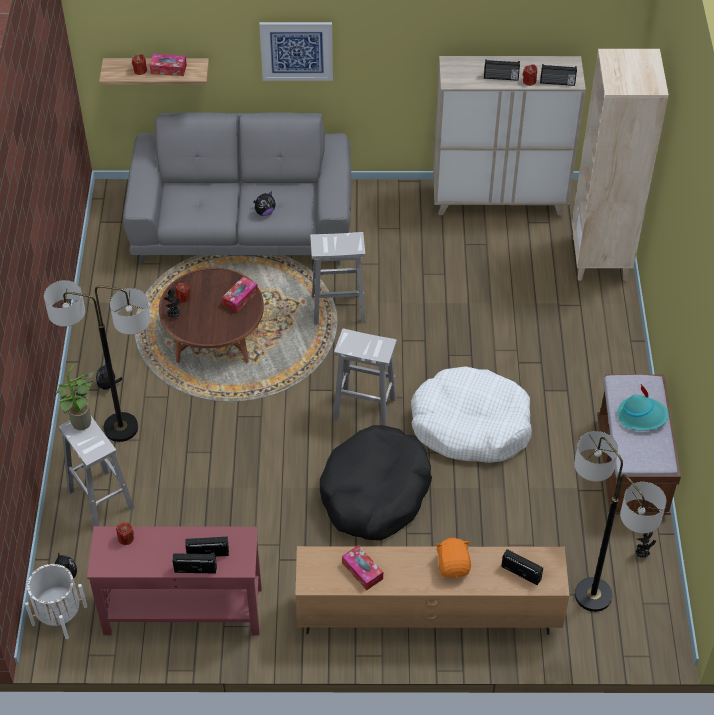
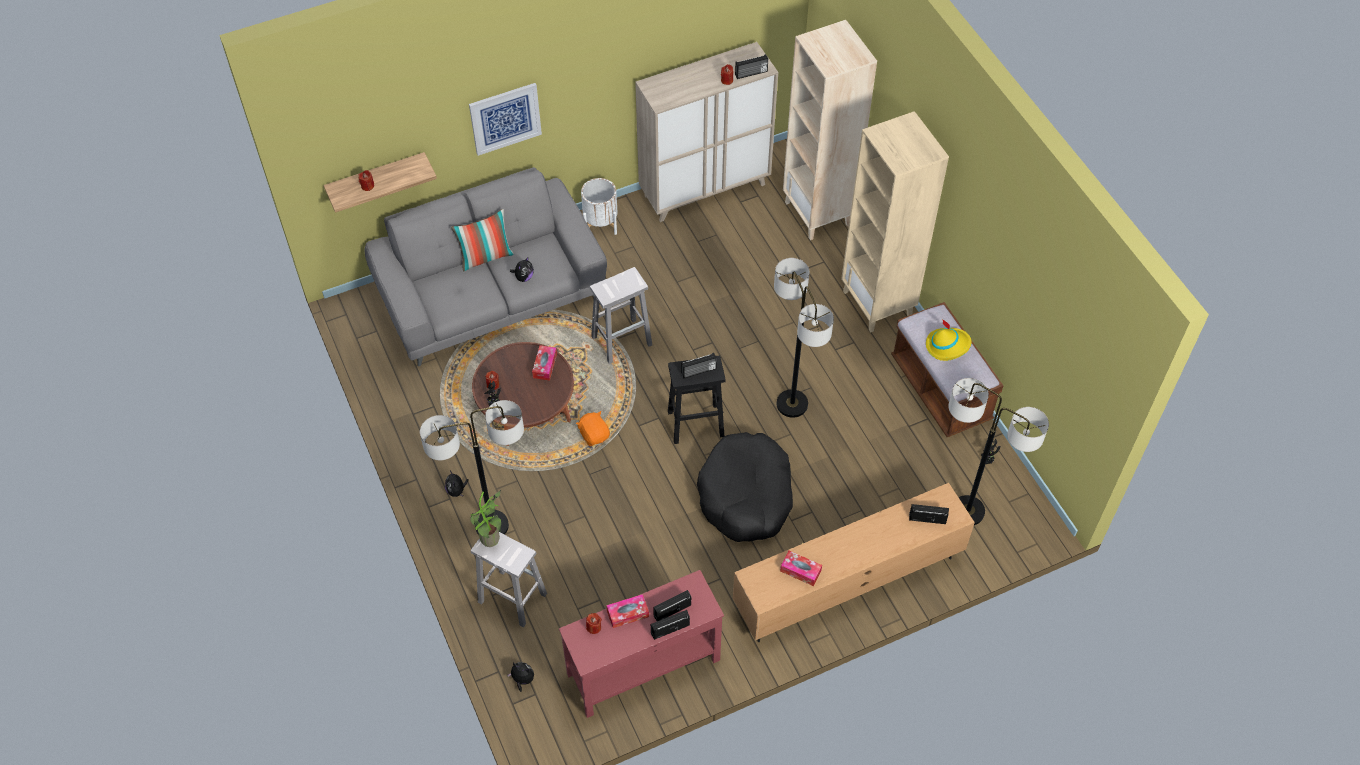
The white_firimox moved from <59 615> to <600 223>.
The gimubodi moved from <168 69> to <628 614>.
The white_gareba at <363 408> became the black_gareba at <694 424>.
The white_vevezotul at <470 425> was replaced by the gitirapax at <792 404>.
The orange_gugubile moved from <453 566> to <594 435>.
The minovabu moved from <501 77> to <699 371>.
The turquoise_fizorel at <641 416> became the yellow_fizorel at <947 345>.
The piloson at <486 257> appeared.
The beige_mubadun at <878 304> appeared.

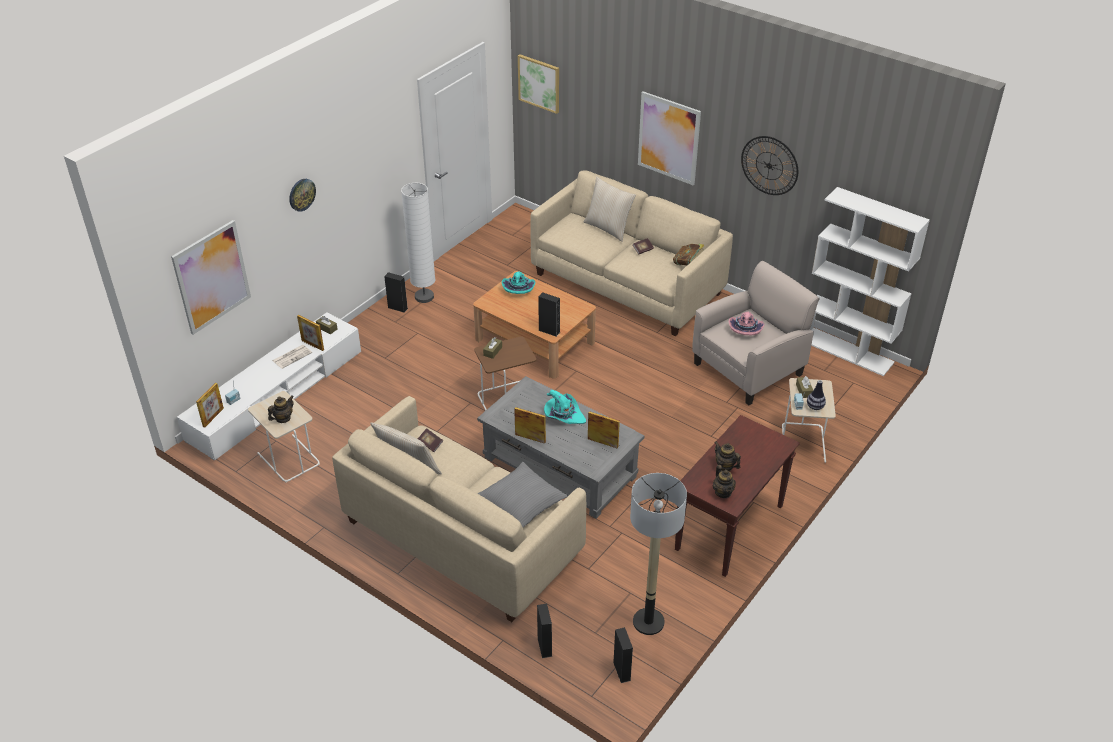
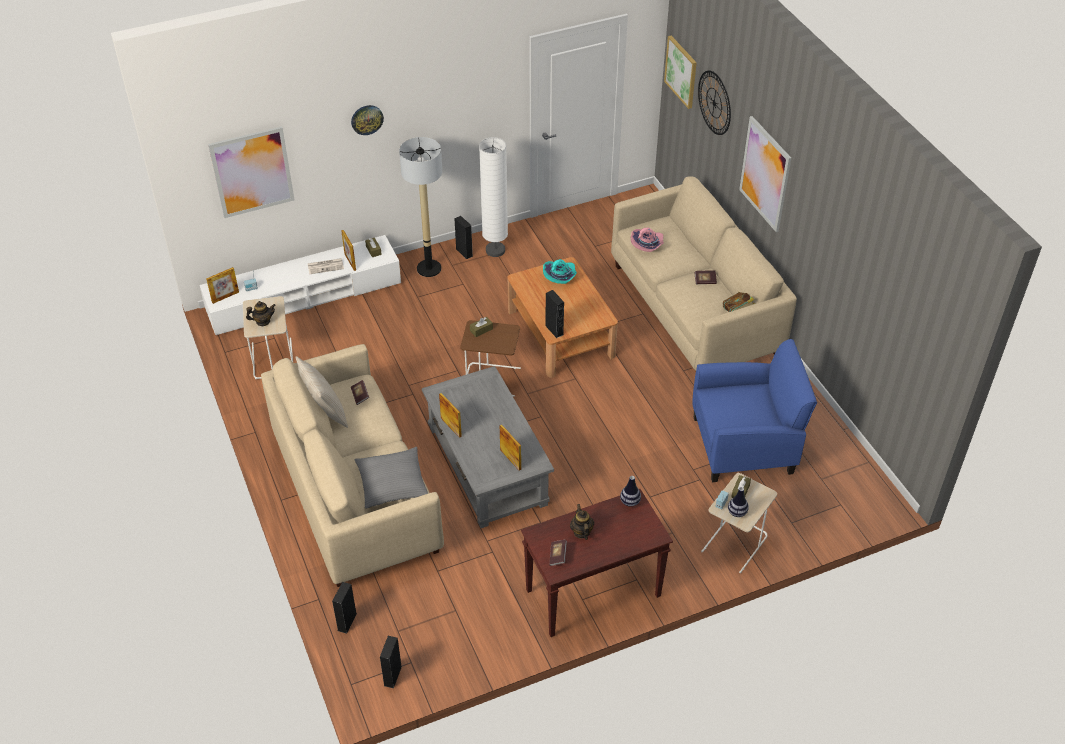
The turquoise_fizorel at <563 415> disappeared.
The beige_piloson at <608 228> disappeared.
The gitirapax moved from <648 621> to <429 268>.
The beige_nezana at <749 368> became the blue_nezana at <744 445>.
The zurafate at <723 492> was replaced by the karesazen at <557 556>.
The pink_fizorel moved from <745 329> to <647 244>.
The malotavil moved from <769 165> to <714 102>.
The white_mubadun at <847 351> disappeared.
The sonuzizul at <630 501> appeared.

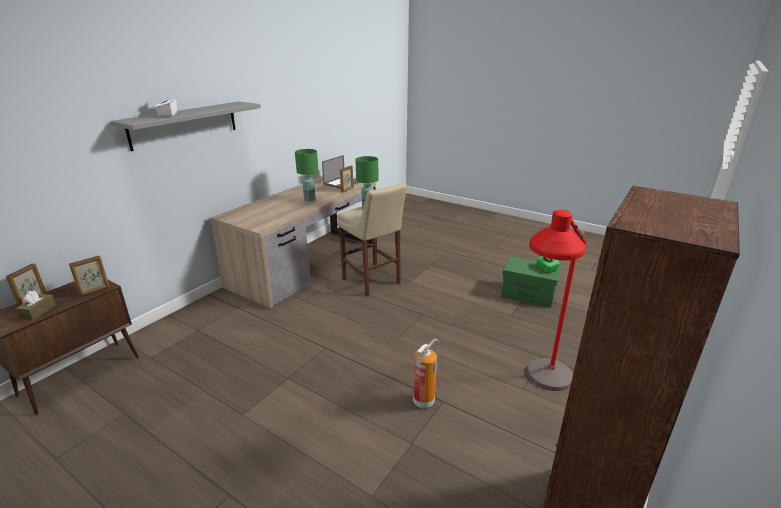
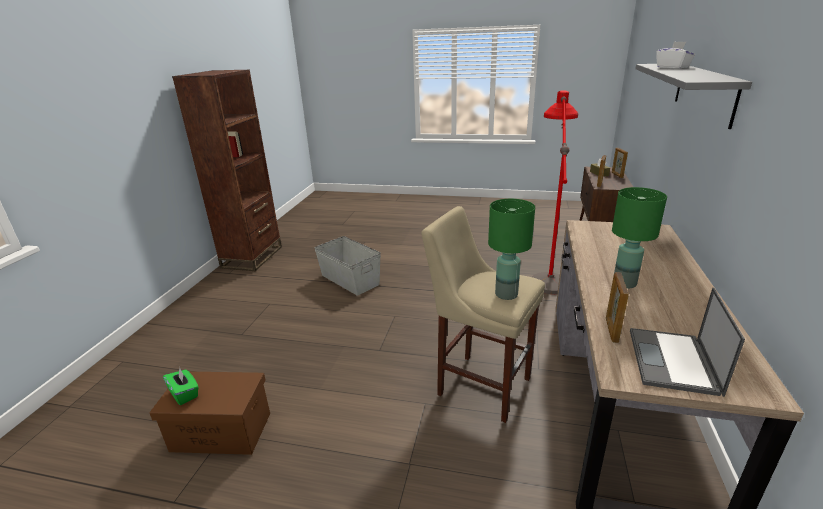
The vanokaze at <424 401> was replaced by the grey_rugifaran at <350 279>.
The green_rugifaran at <528 294> became the brown_rugifaran at <220 432>.
The red_gitirapax moved from <540 394> to <548 271>.

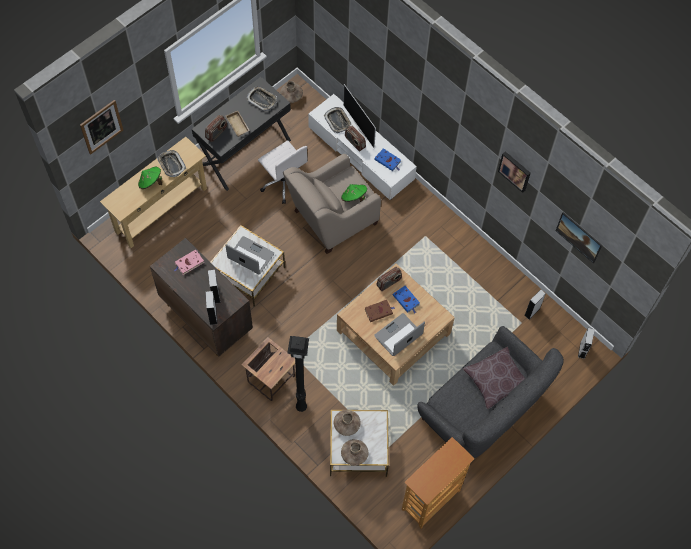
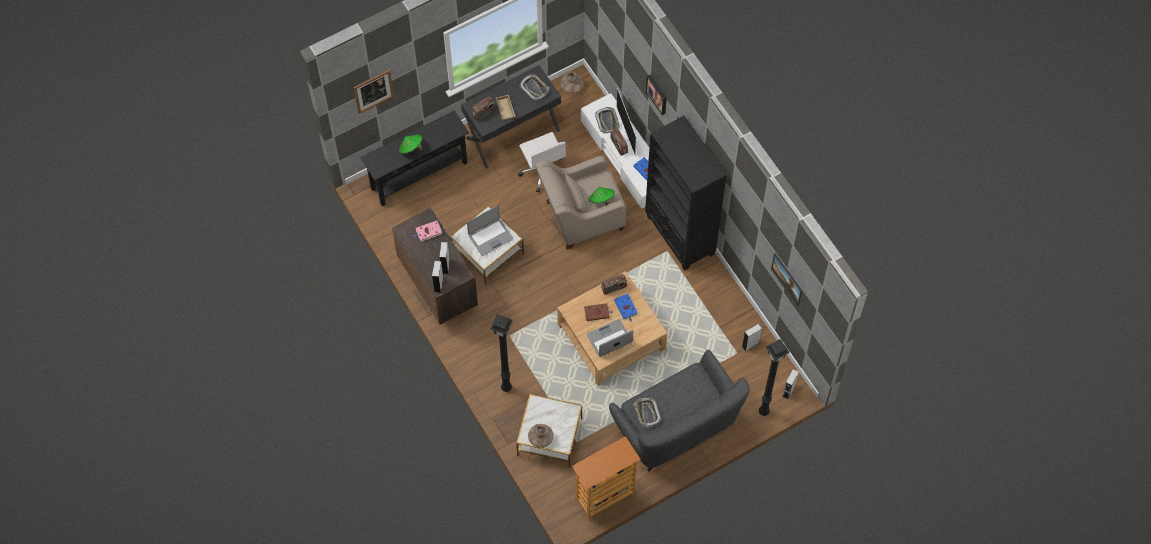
The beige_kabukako at <161 210> became the black_kabukako at <419 175>.
The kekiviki moved from <171 164> to <647 412>.
The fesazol at <250 256> turned 105 degrees clockwise.
The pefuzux at <271 379> disappeared.
The brown_sonuzizul at <347 425> disappeared.
The brown_piloson at <496 380> disappeared.
The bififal moved from <515 170> to <657 94>.
The black_mubadun at <680 236> appeared.
The black_gitirapax at <763 412> appeared.

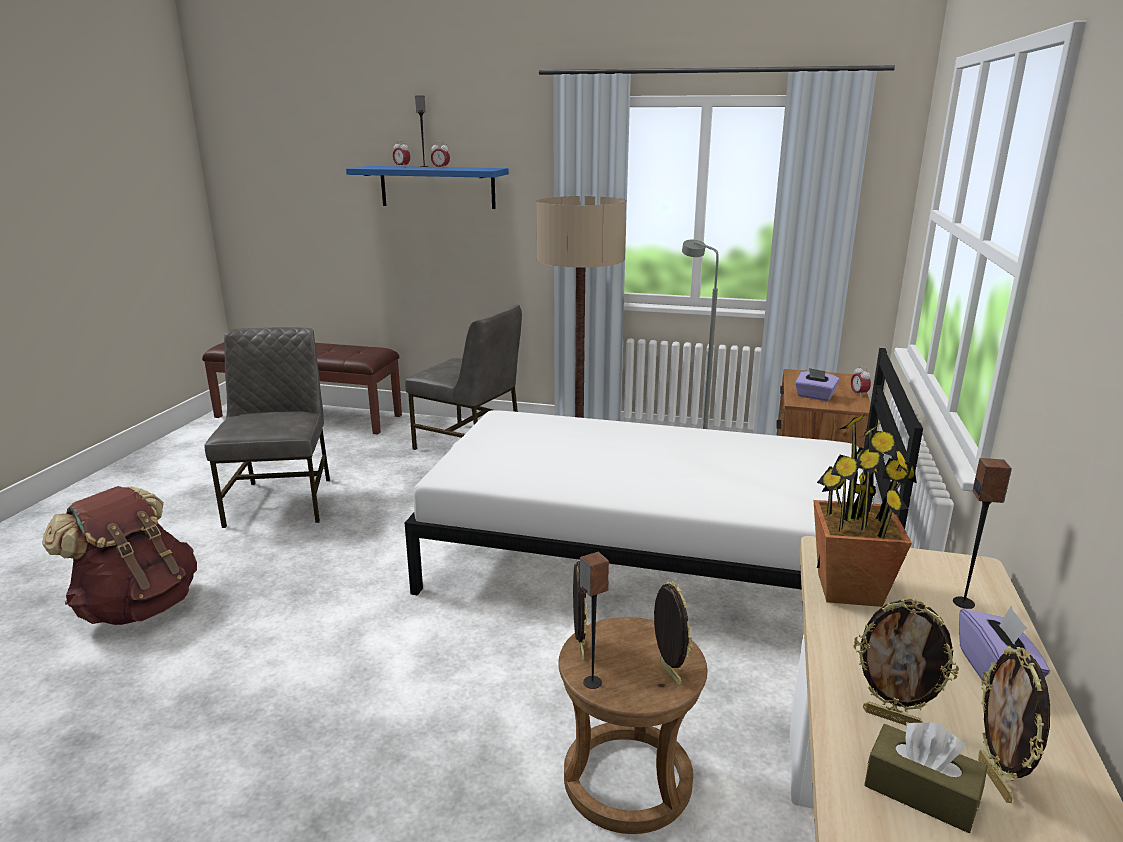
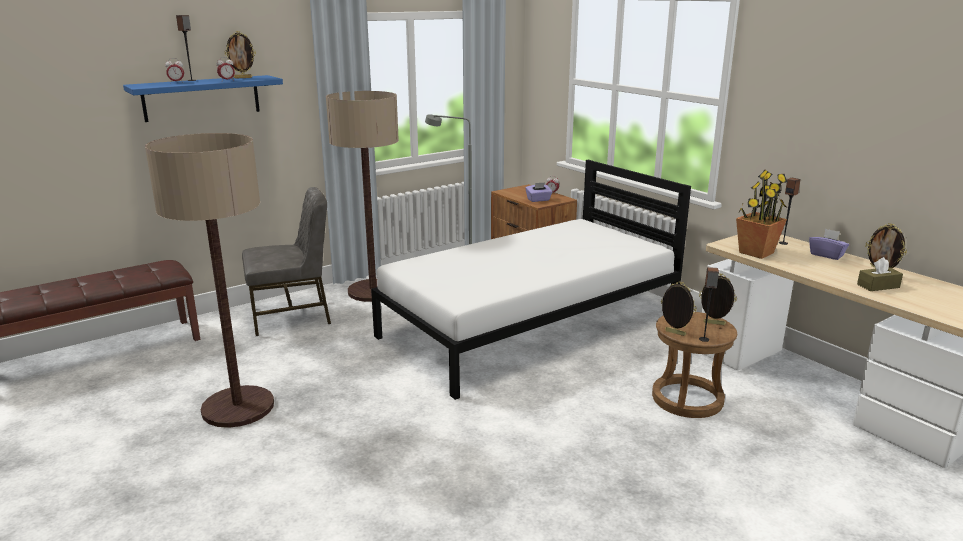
The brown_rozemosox at <138 606> disappeared.
The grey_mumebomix at <282 501> was replaced by the gitirapax at <238 407>.
The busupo moved from <892 718> to <243 78>.

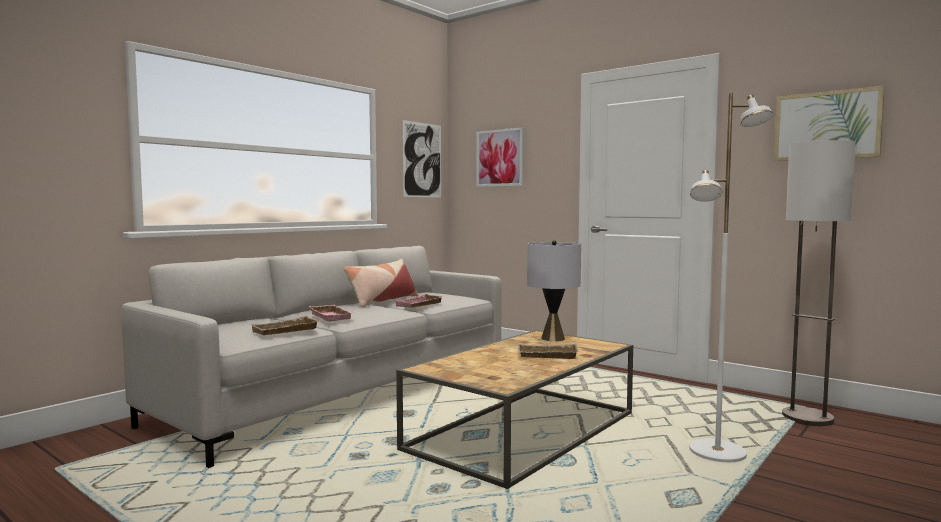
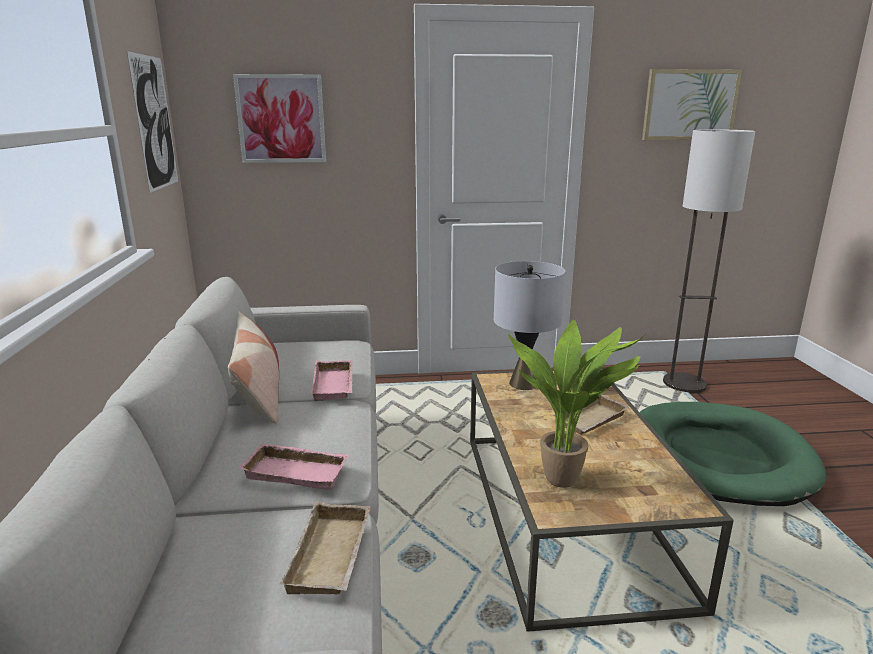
The white_gitirapax at <718 453> was replaced by the green_vevezotul at <719 457>.
The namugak at <565 478> appeared.

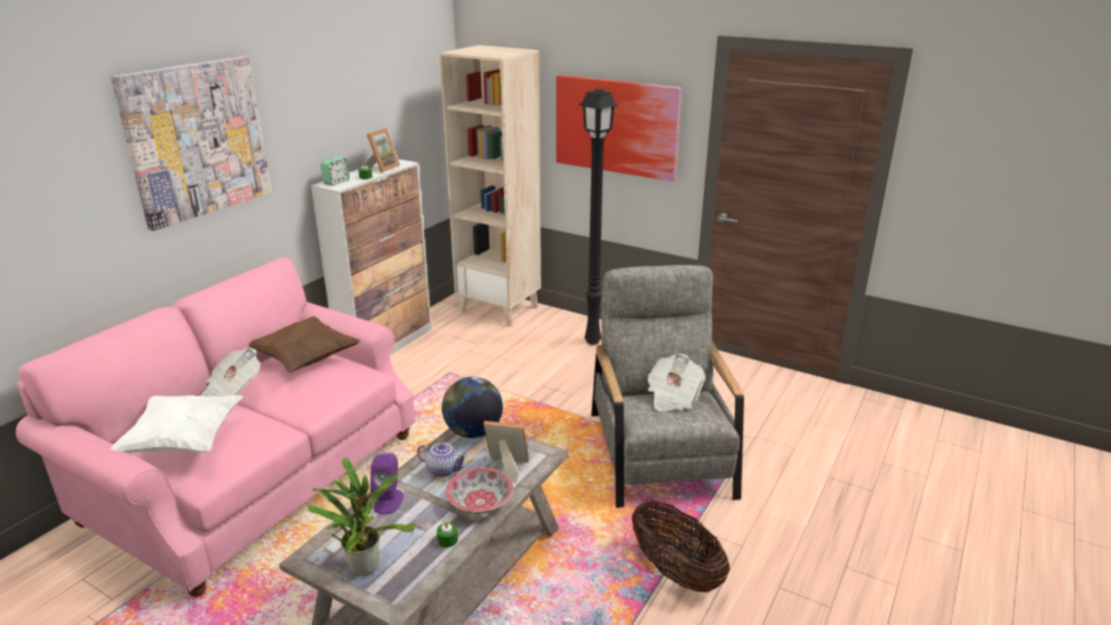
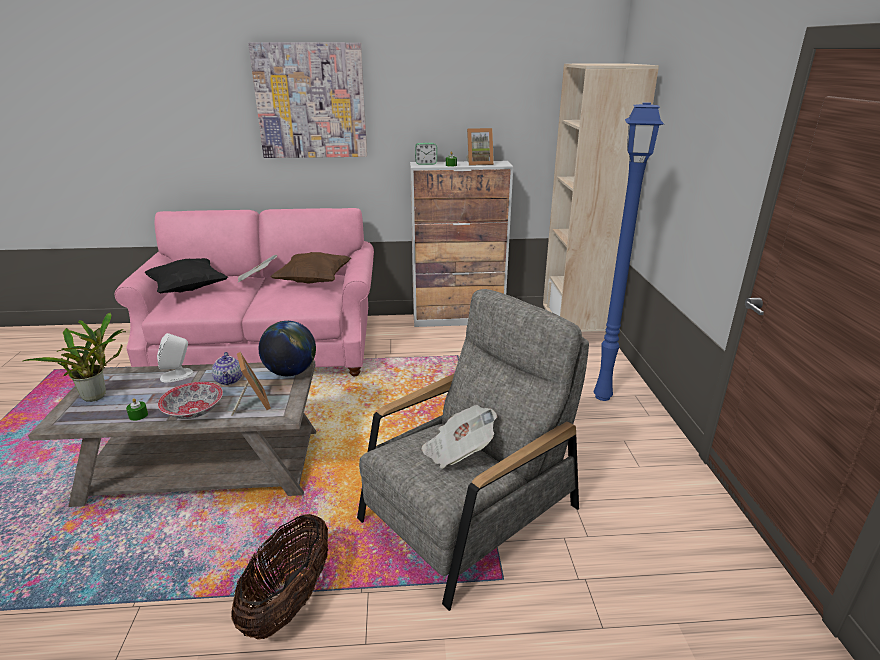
The white_piloson at <183 441> became the black_piloson at <188 289>.
The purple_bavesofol at <388 501> became the white_bavesofol at <177 375>.
The bififal at <616 126> disappeared.
The black_gitirapax at <592 340> became the blue_gitirapax at <603 396>.

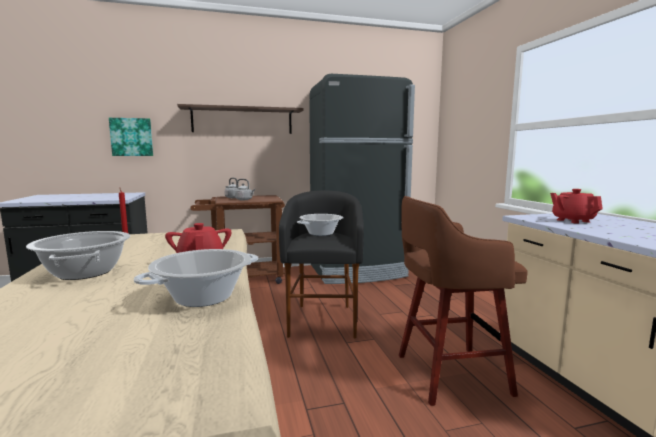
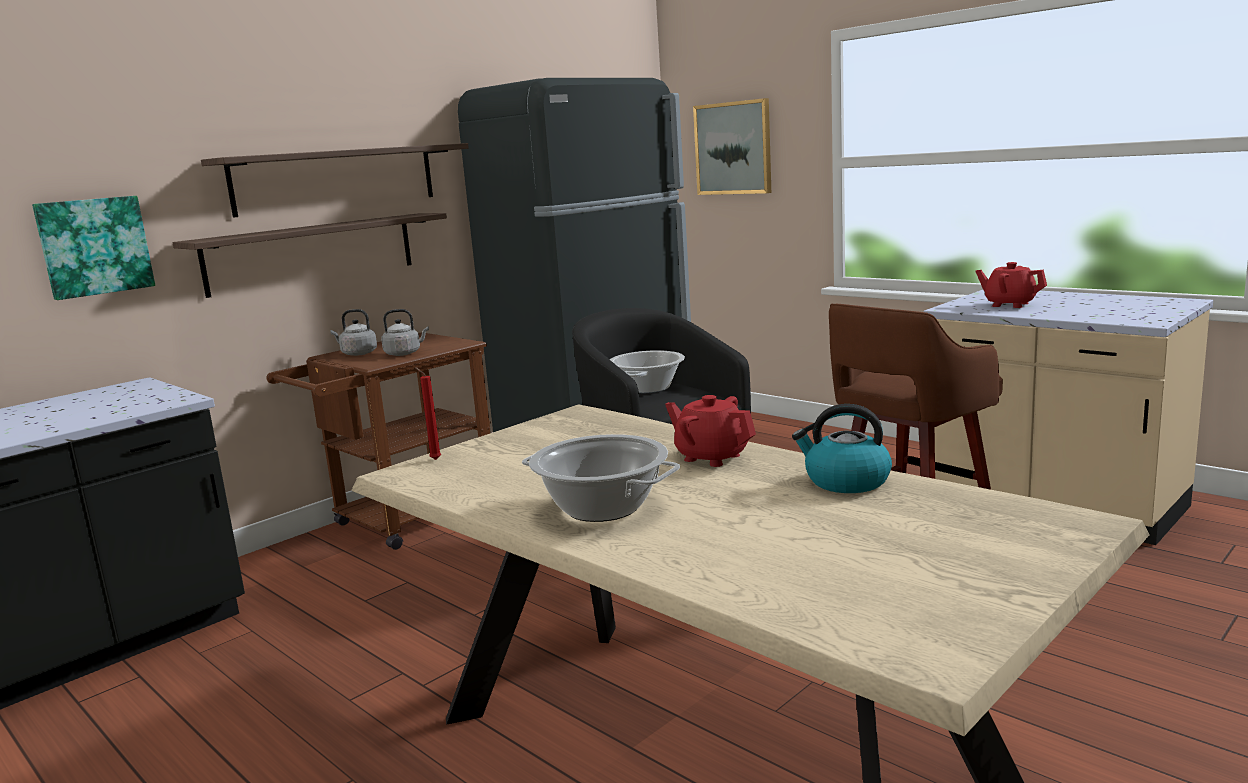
The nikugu at <204 297> was replaced by the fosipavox at <845 481>.
The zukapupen at <312 253> appeared.
The bififal at <733 148> appeared.

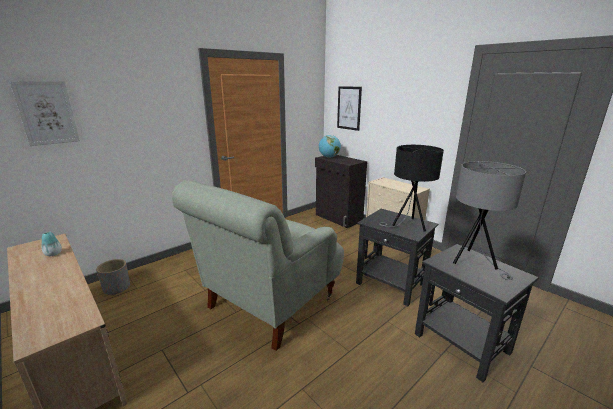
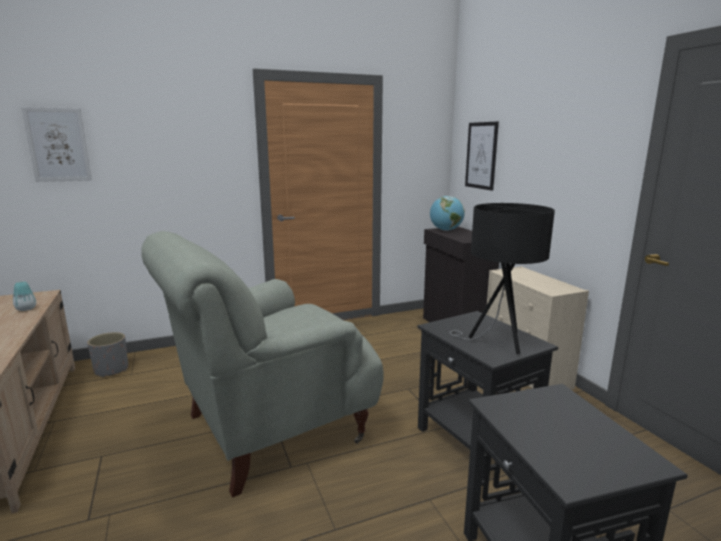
The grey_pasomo at <474 262> disappeared.

